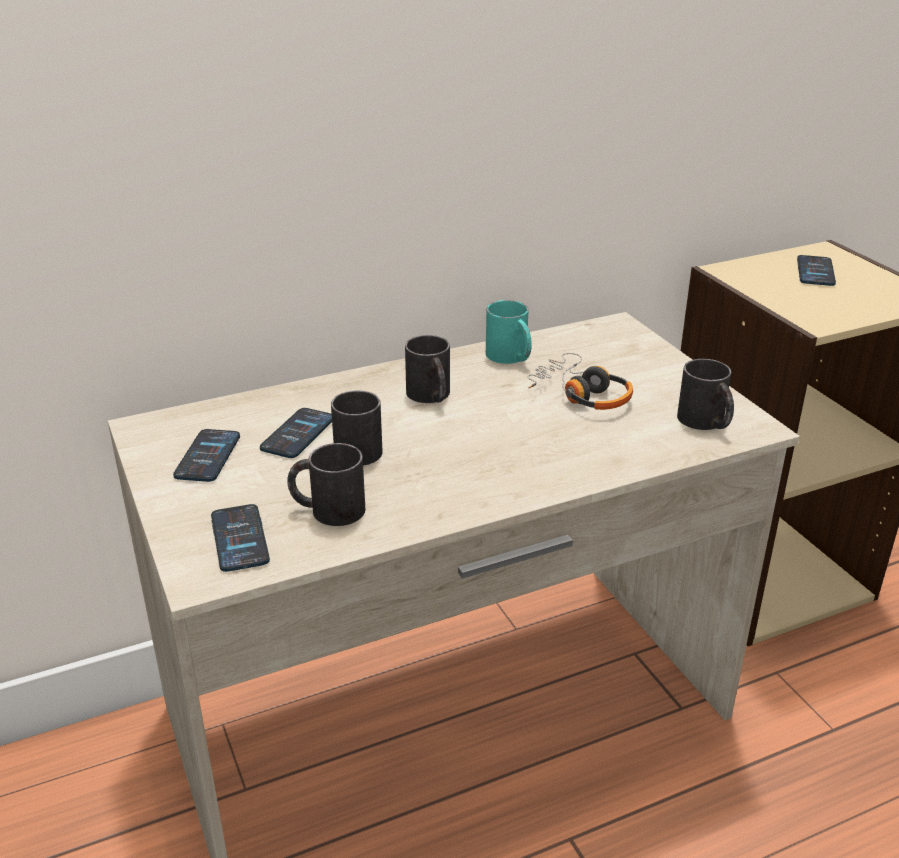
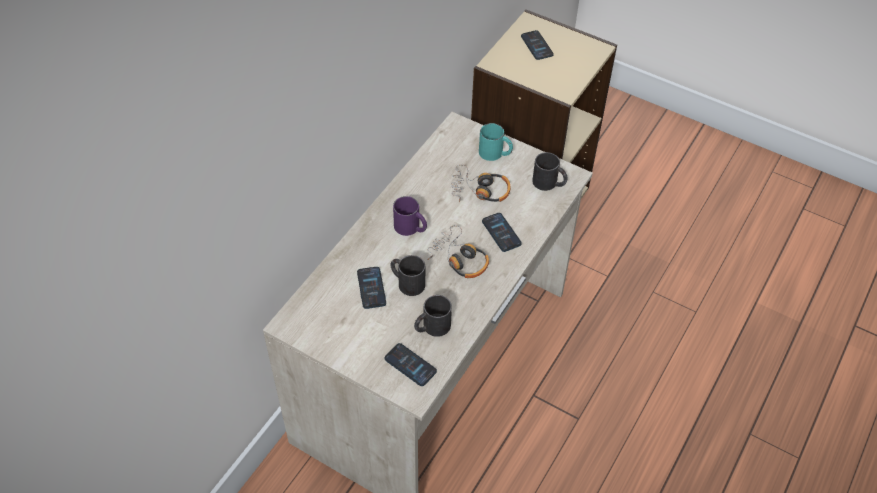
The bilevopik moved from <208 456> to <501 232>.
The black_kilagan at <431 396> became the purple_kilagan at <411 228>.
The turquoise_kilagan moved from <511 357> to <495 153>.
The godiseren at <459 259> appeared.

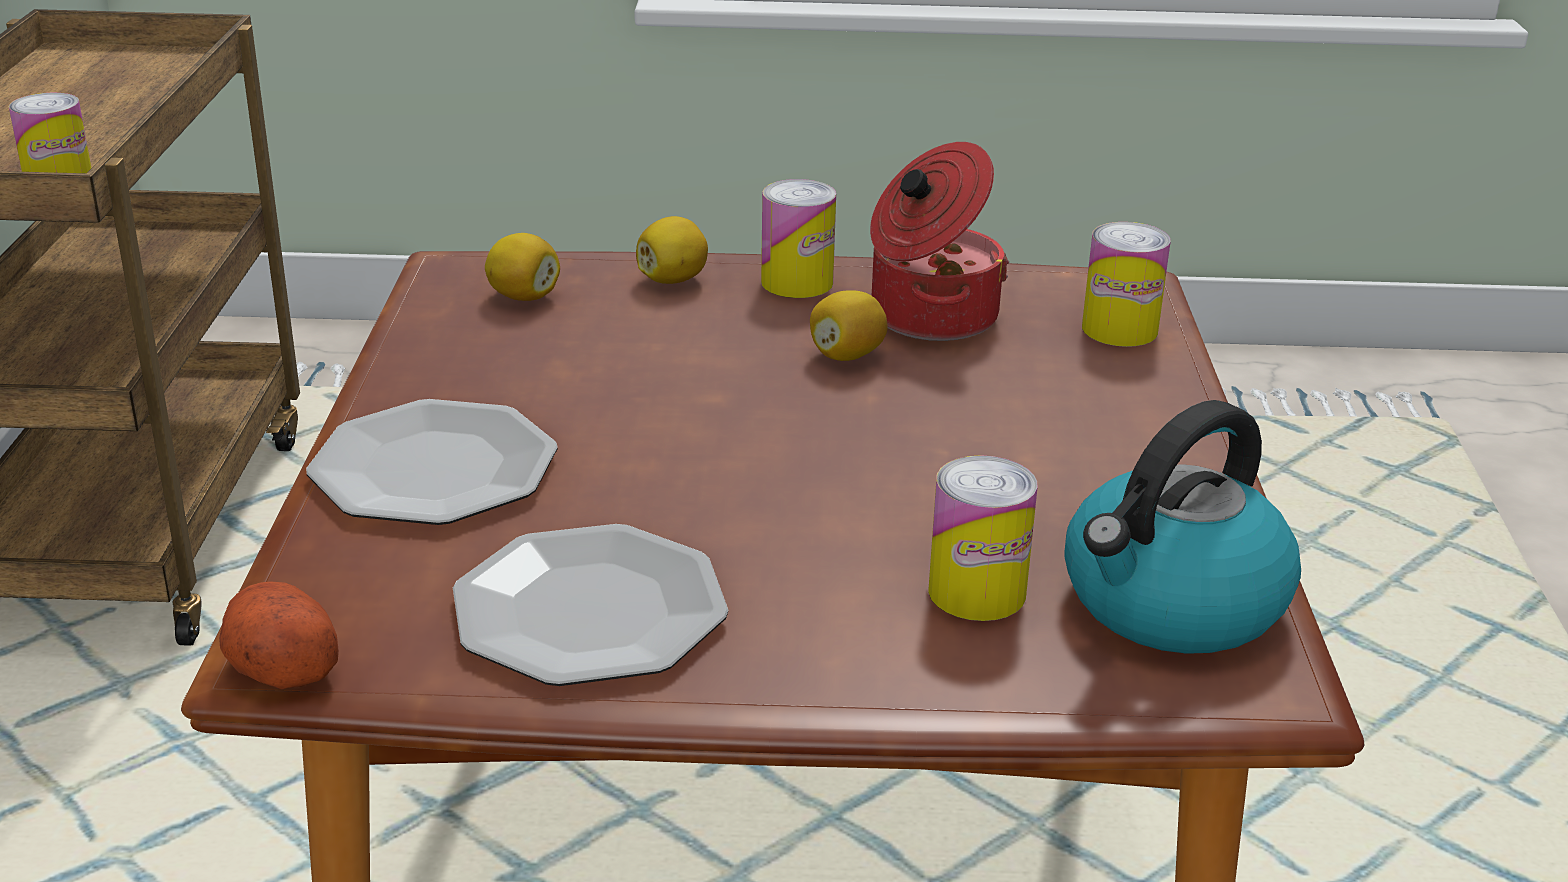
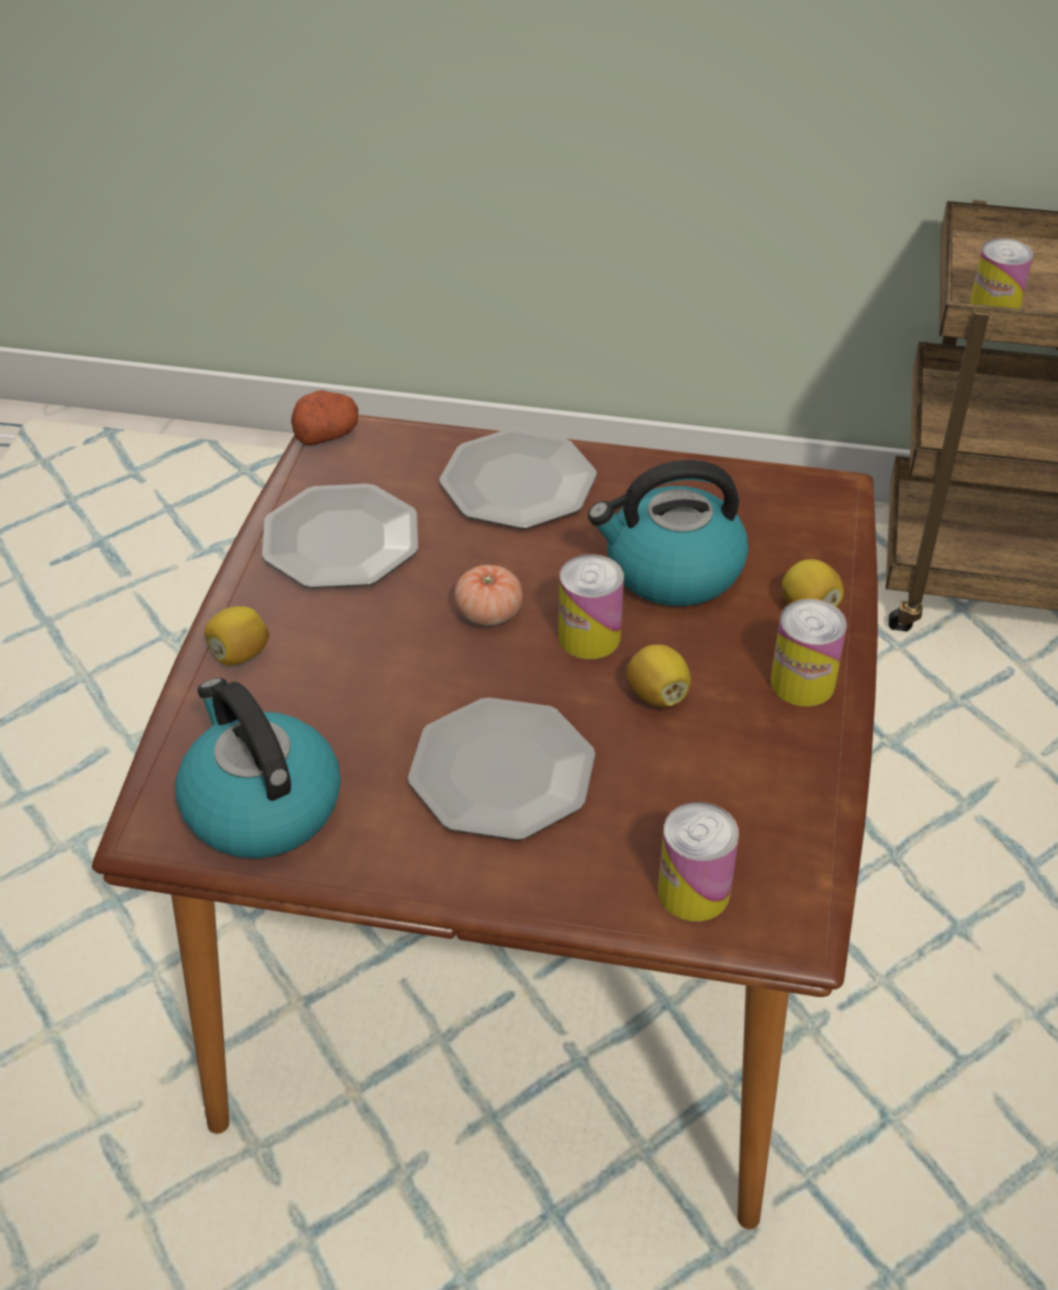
The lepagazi moved from <523 296> to <239 654>.
The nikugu at <929 316> disappeared.
The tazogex moved from <977 592> to <589 637>.
The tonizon at <502 772> appeared.
The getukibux at <488 613> appeared.
The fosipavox at <672 570> appeared.

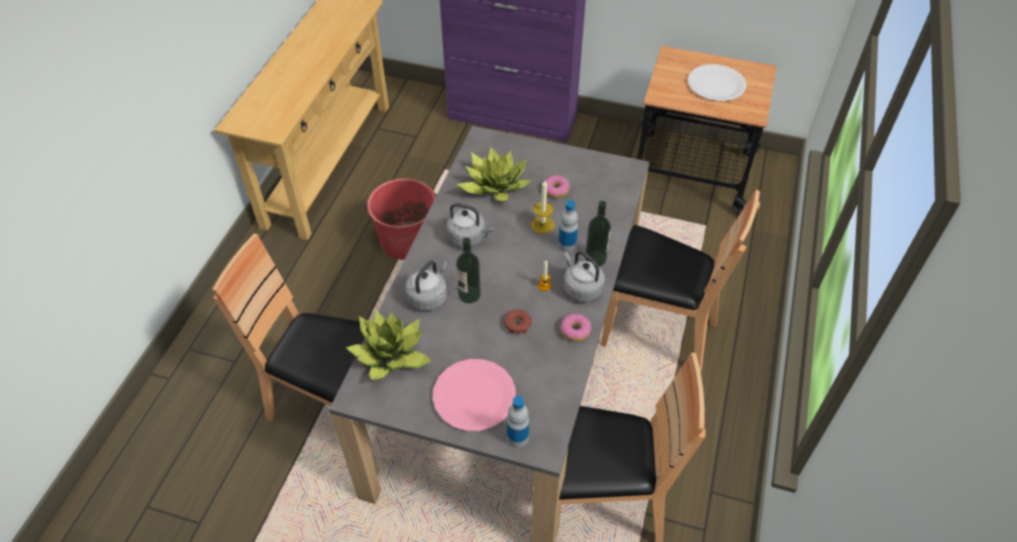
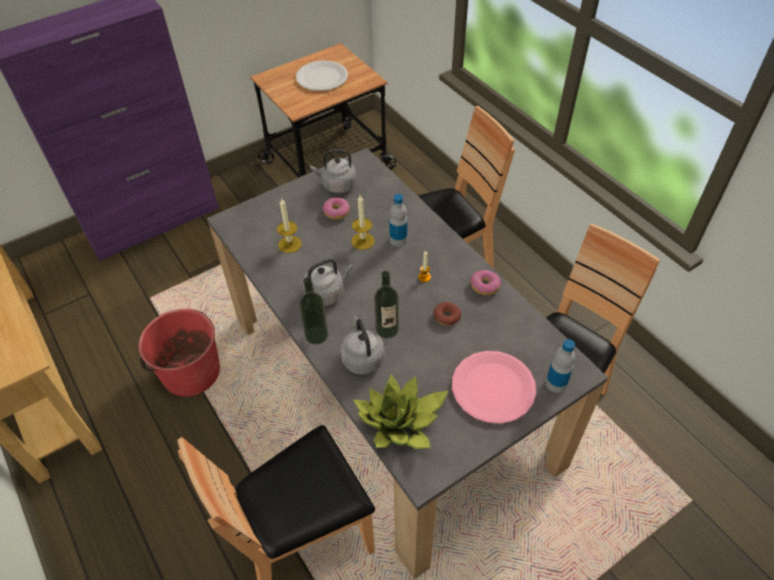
The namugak at <494 186> was replaced by the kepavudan at <289 244>.
The grey_fosipavox moved from <581 288> to <337 185>.
The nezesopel moved from <595 258> to <316 335>.

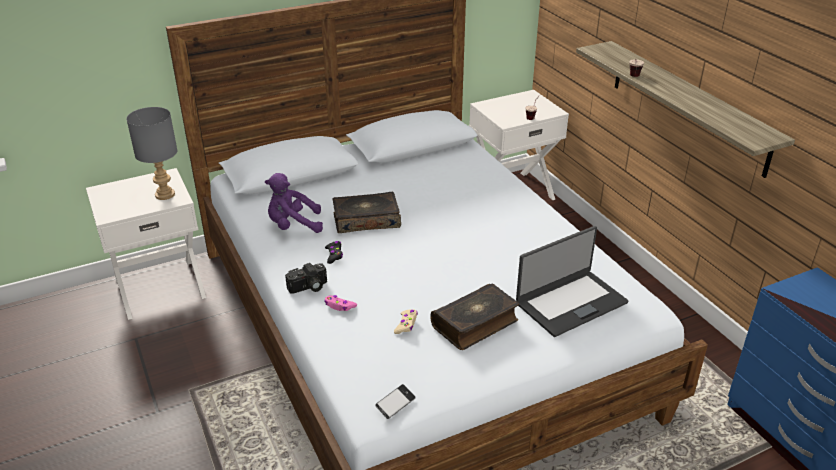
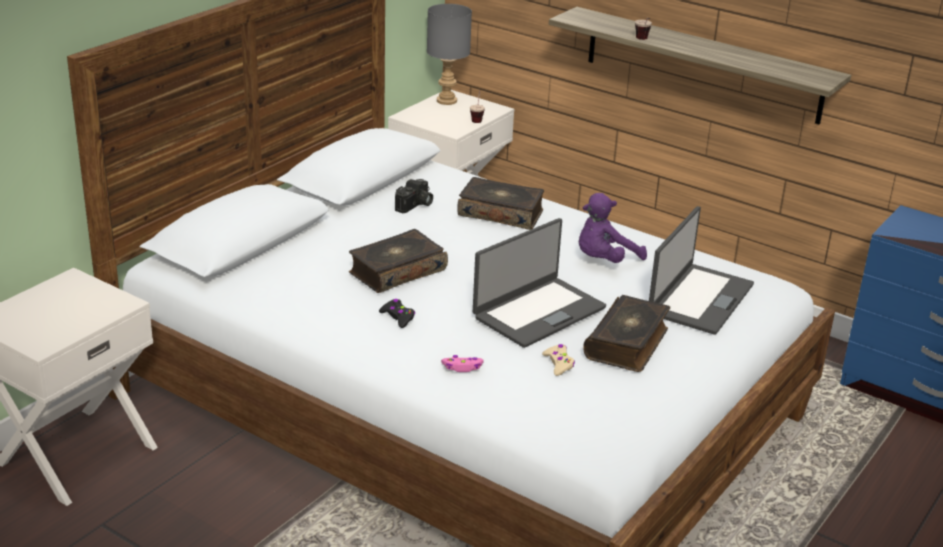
The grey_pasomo moved from <164 194> to <446 100>.
The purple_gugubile moved from <293 226> to <604 260>.
The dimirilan moved from <308 287> to <415 205>.
The bilevopik at <395 404> disappeared.
The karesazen at <501 213> appeared.
The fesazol at <538 312> appeared.

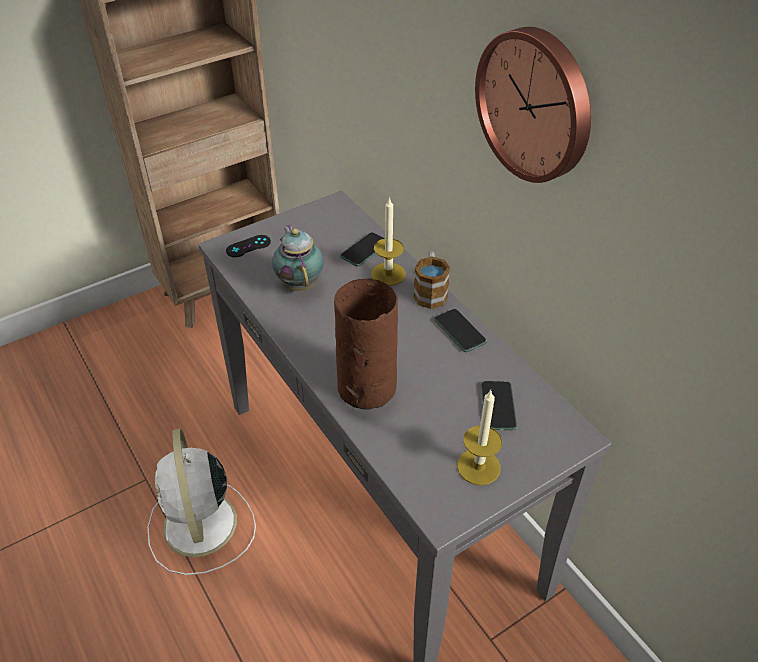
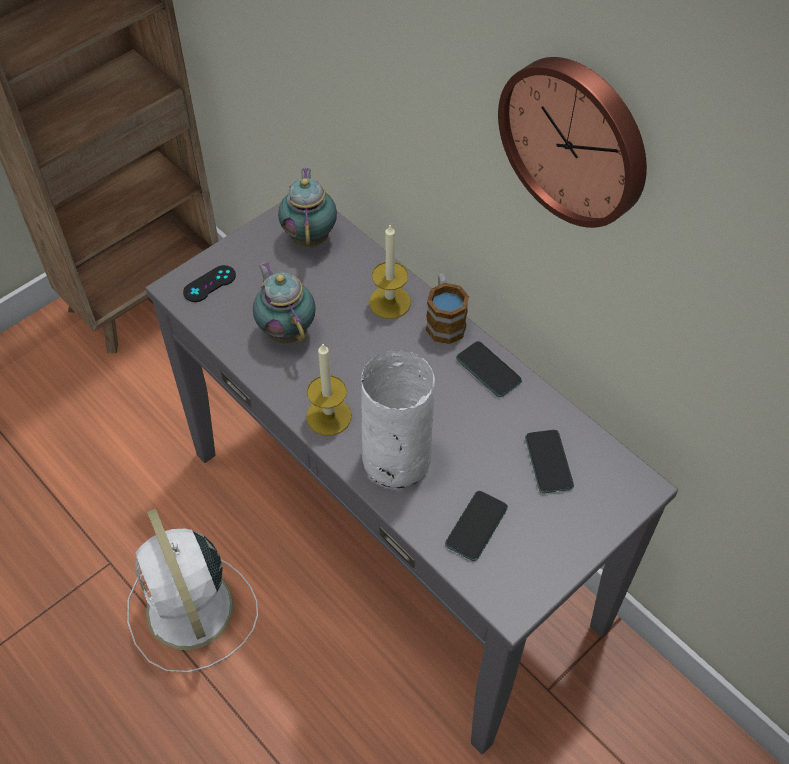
The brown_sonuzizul at <365 388> became the white_sonuzizul at <395 460>.
The bilevopik moved from <364 250> to <476 526>.
The kepavudan moved from <478 466> to <329 416>.
The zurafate at <310 236> appeared.

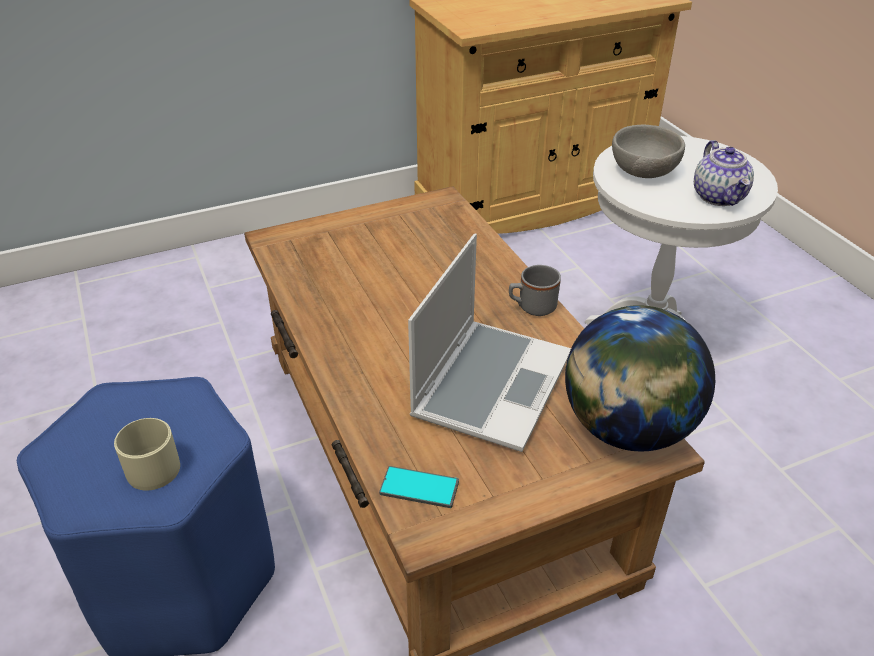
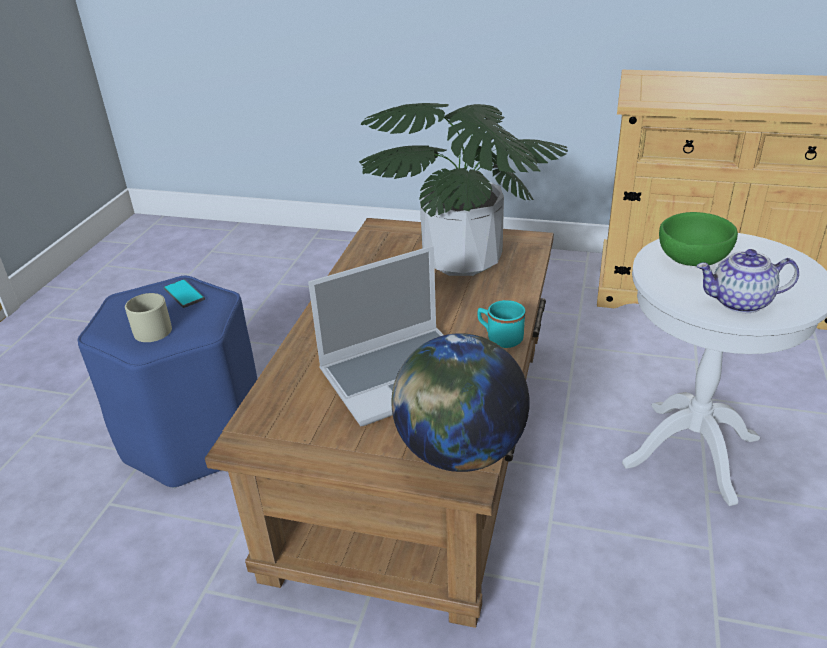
The bilevopik moved from <419 487> to <184 294>.
The grey_kilagan at <531 307> became the turquoise_kilagan at <500 338>.
The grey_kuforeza at <645 171> became the green_kuforeza at <694 259>.
The zurafate at <719 197> turned 60 degrees clockwise.
The namugak at <462 261> appeared.

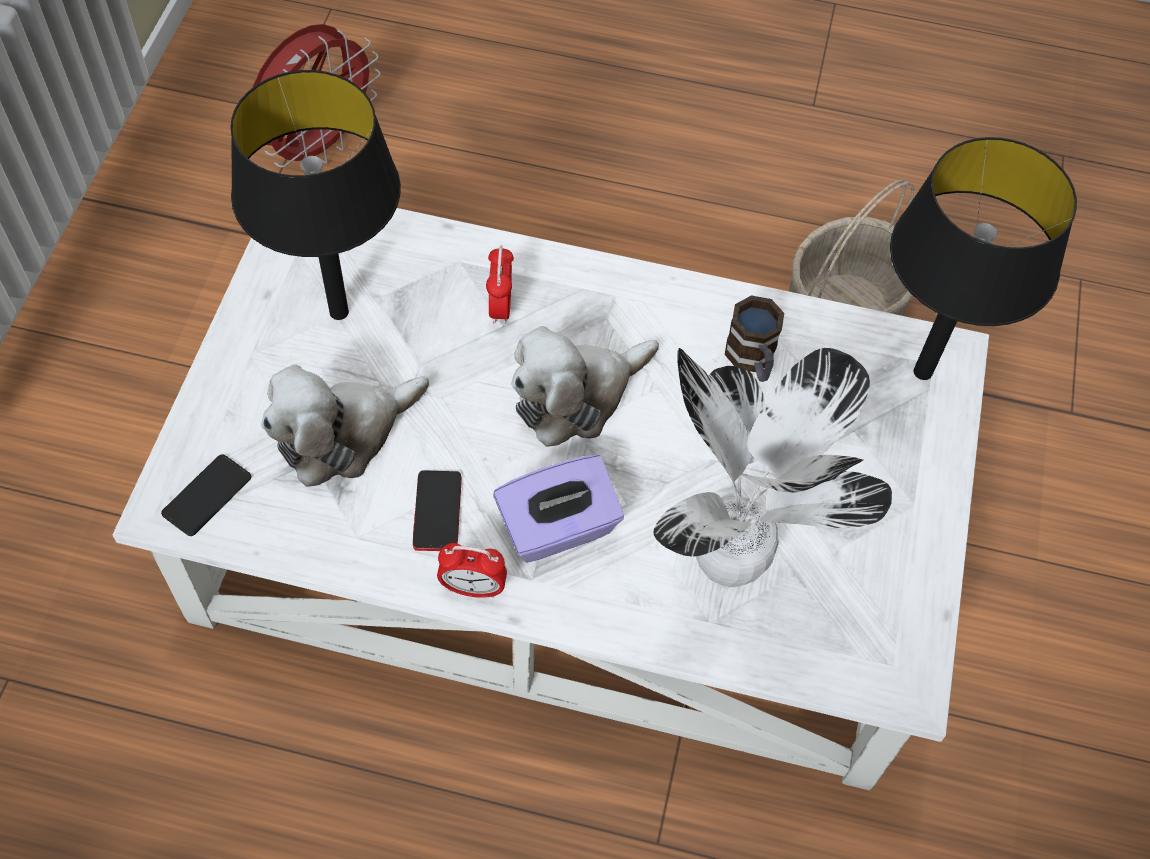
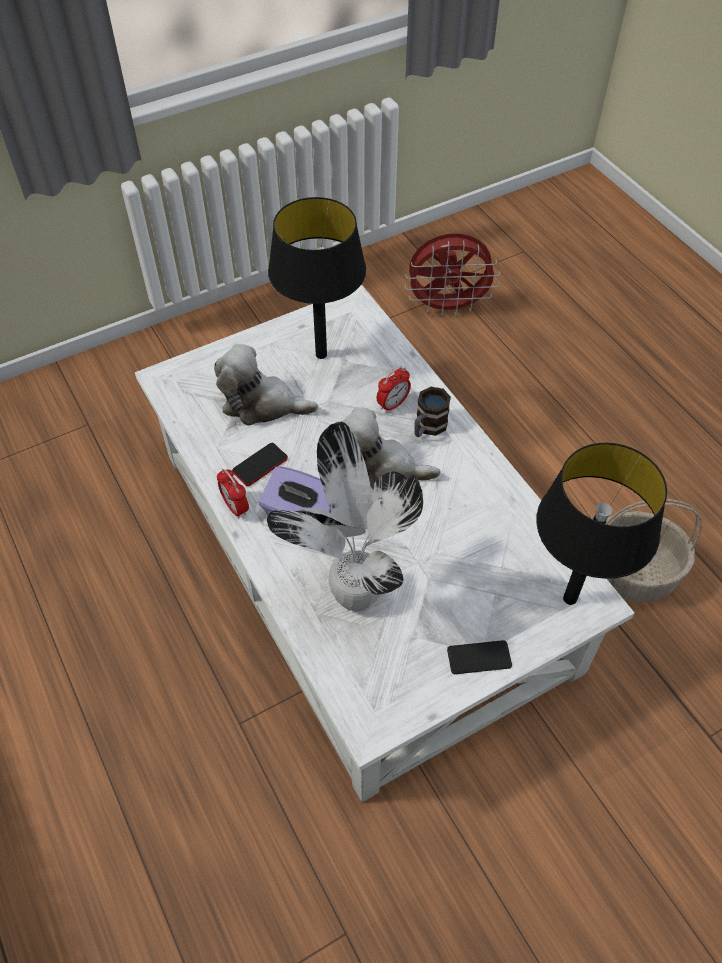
The bilevopik moved from <207 496> to <479 658>.
The kilagan moved from <752 360> to <427 427>.

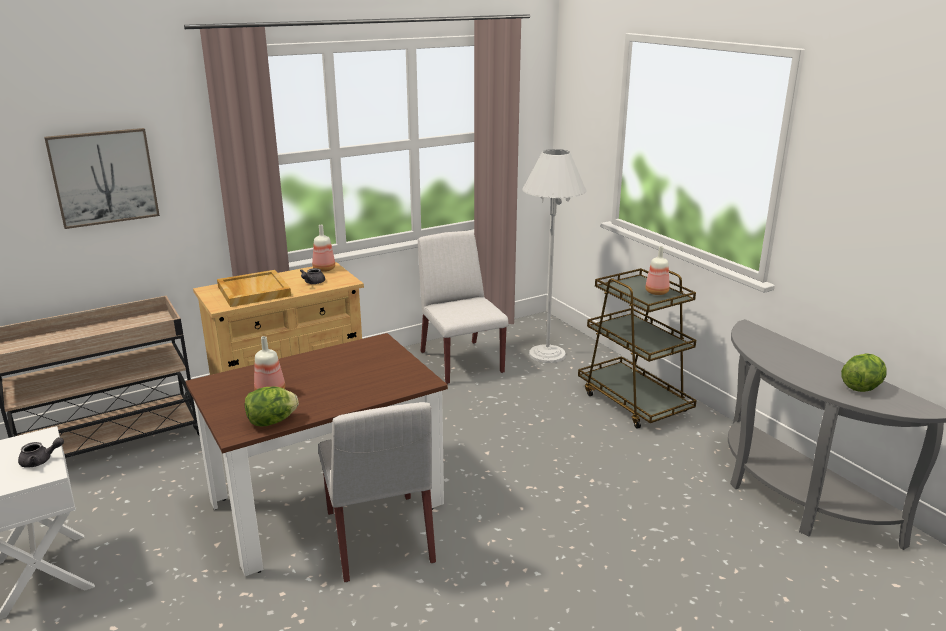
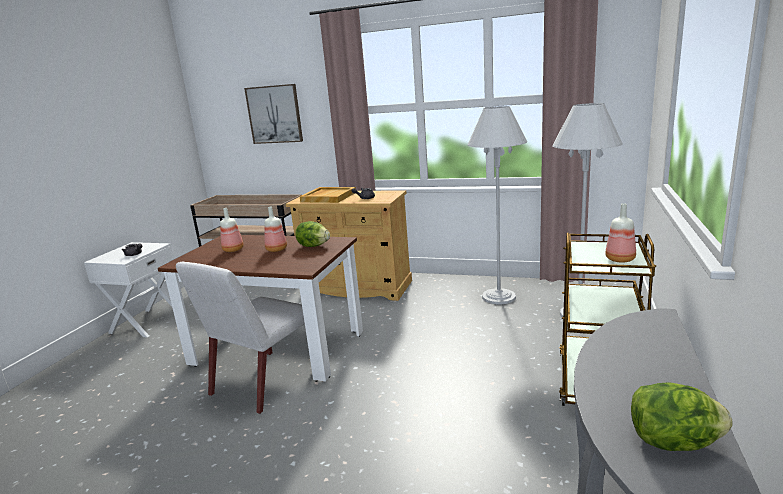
The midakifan moved from <271 422> to <313 246>.
The nezesopel moved from <324 269> to <276 250>.
The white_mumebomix at <460 361> was replaced by the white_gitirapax at <499 297>.

